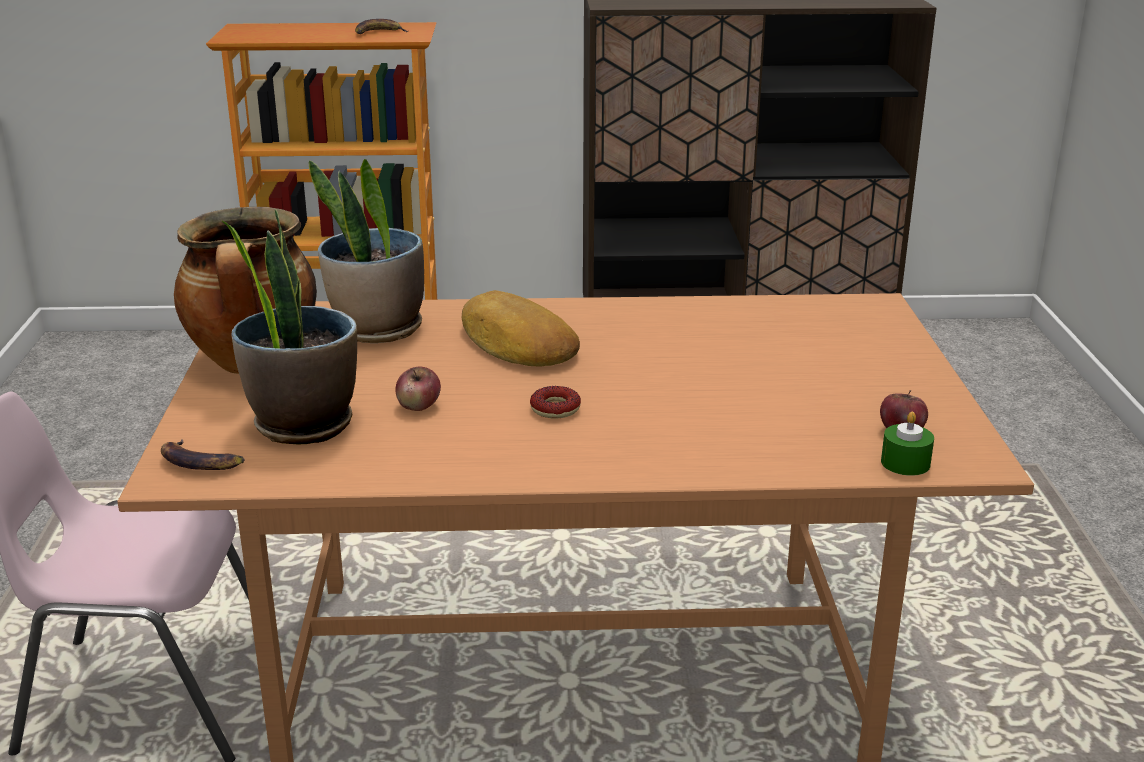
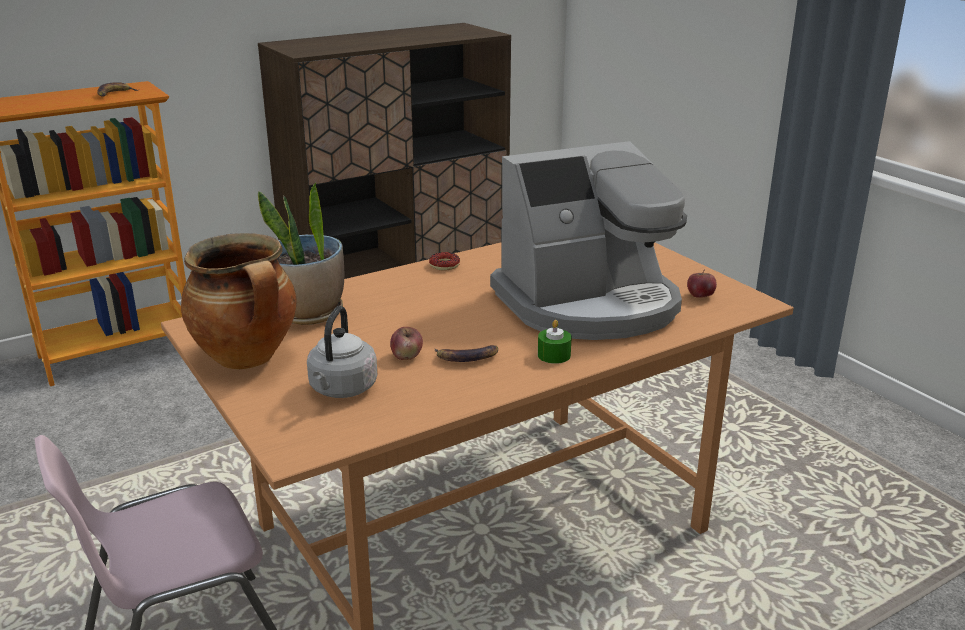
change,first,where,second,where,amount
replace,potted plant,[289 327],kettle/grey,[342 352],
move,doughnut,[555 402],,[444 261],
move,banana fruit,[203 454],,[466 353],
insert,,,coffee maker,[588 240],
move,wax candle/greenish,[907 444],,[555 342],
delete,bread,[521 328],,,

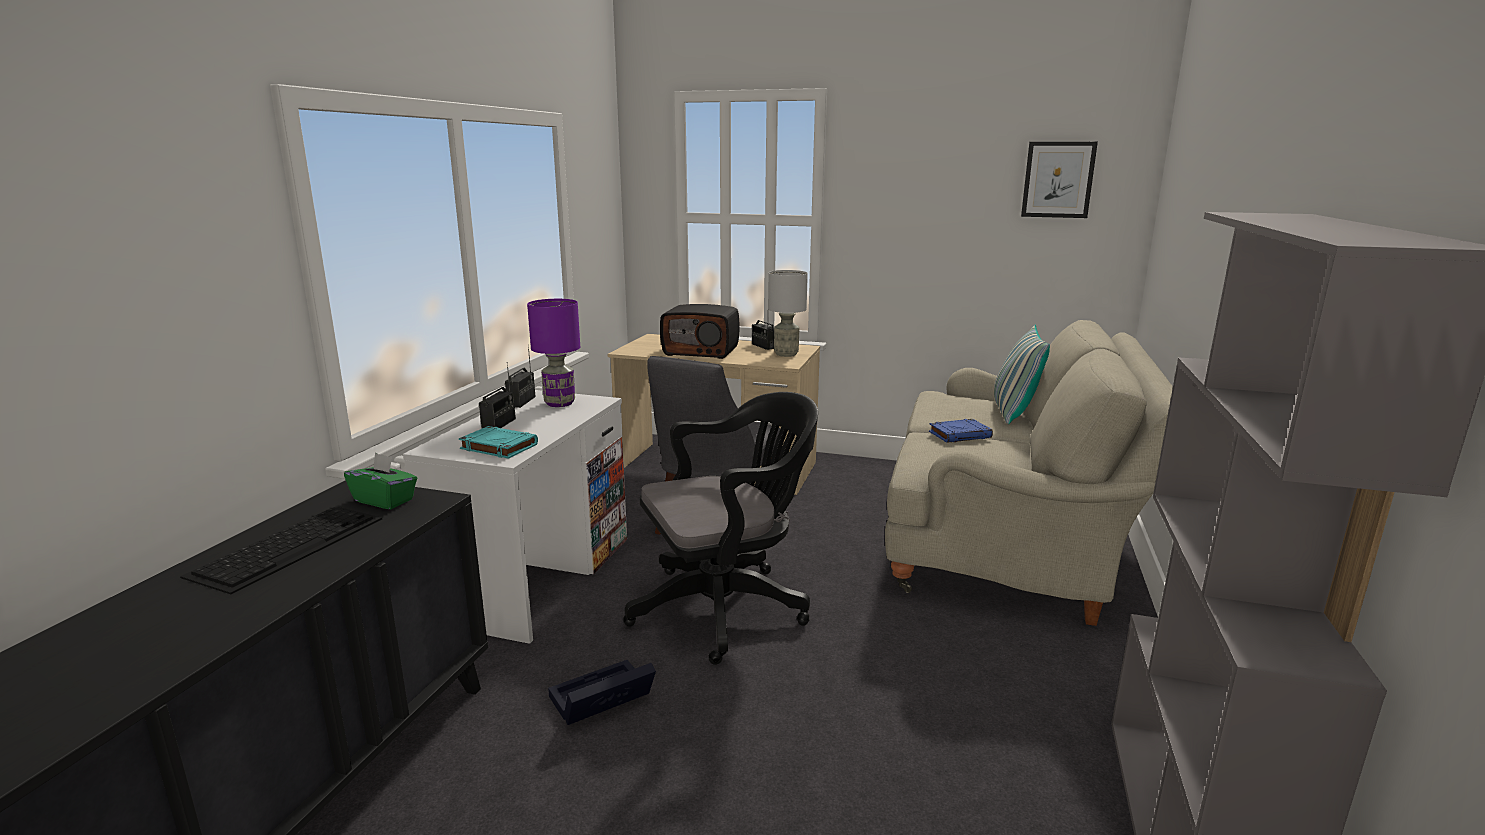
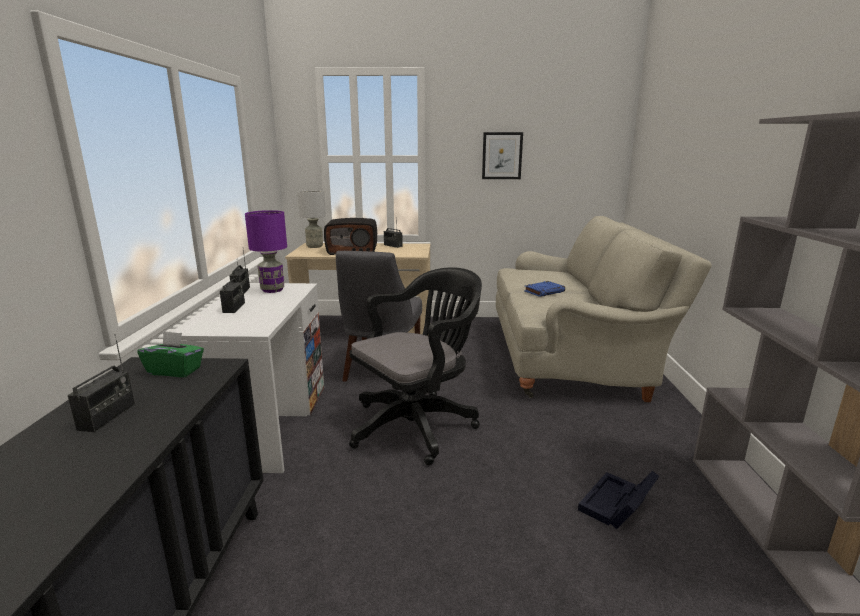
change,first,where,second,where,amount
replace,keyboard,[281 550],radio set,[101 383],
move,tabletop lamp/grey,[788 313],,[311 219],
move,wall picture,[1059 180],,[502 155],
move,storage bin/blackish,[602 692],,[618 500],
delete,book/turquoise,[498 442],,,
delete,throw pillow,[1022 374],,,

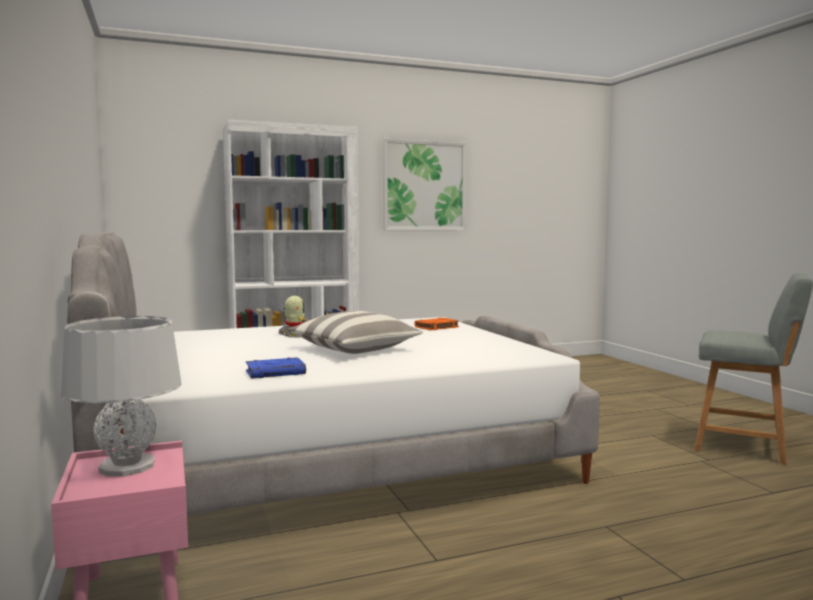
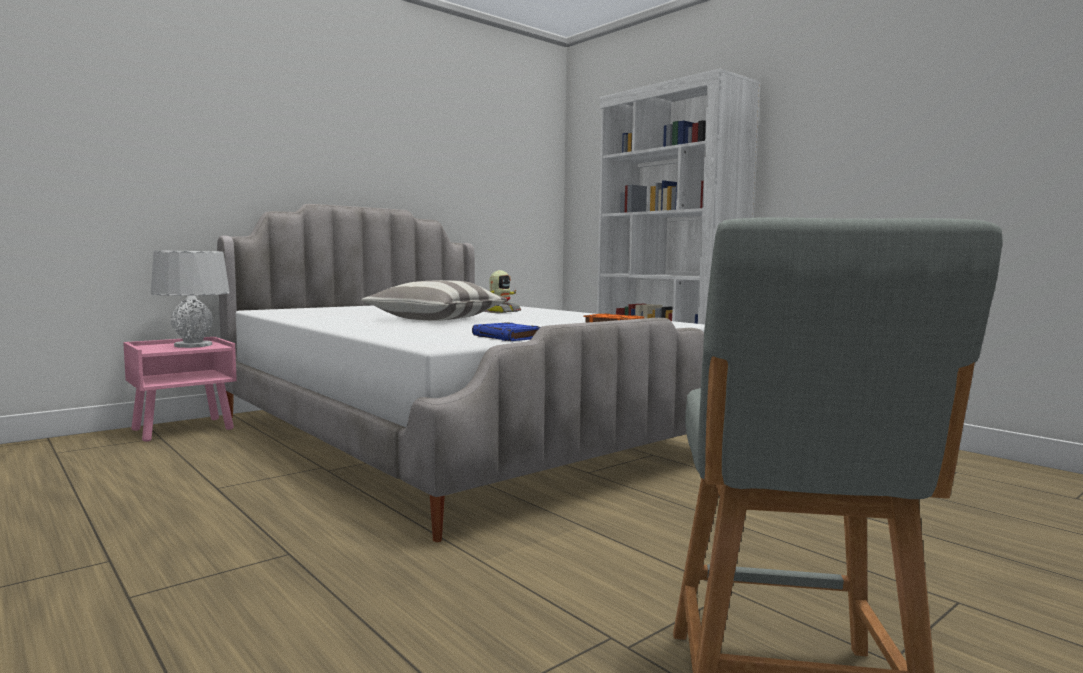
change,first,where,second,where,amount
move,book/blue,[276 367],,[506 331],
delete,wall picture,[424 184],,,

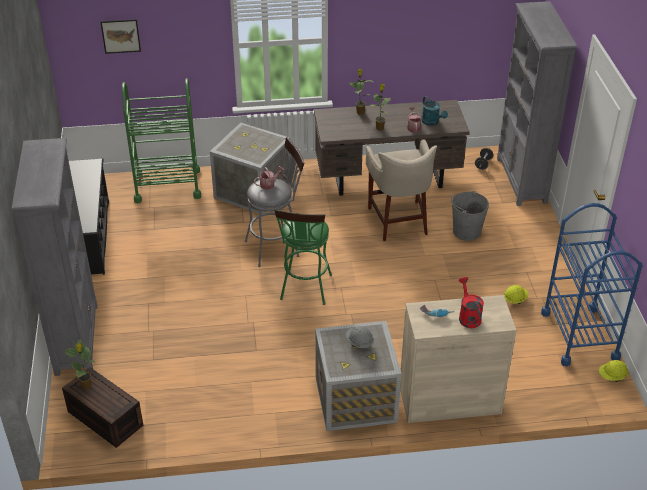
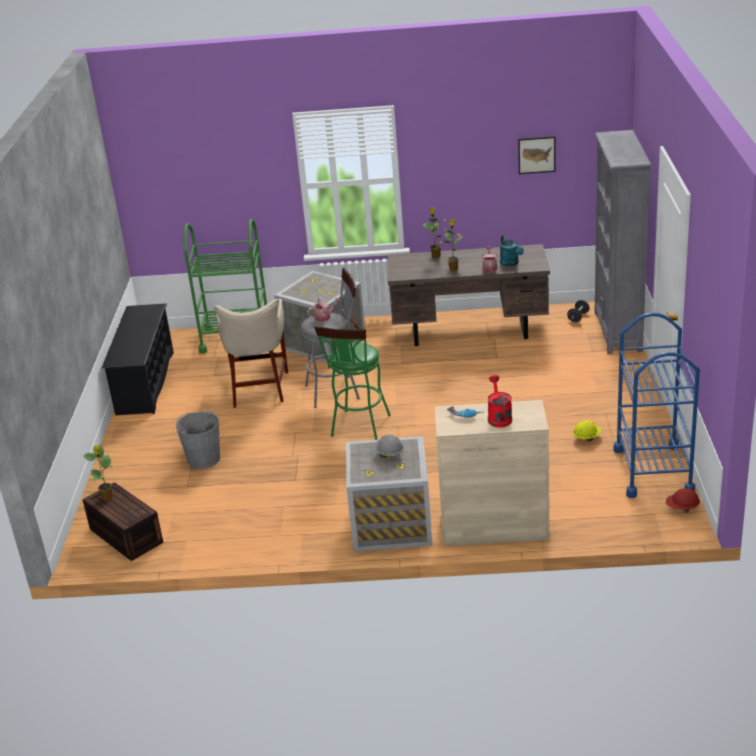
change,first,where,second,where,amount
move,pail/grey,[470 216],,[198 439],
move,sitting stool/beige-coloured,[401 190],,[251 353],
move,wall picture,[120 36],,[536 155],
recolor,work helmet/yellow-coloured,[613 371],work helmet/reddish,[683 500],
delete,shelving unit/grey,[54 257],,,

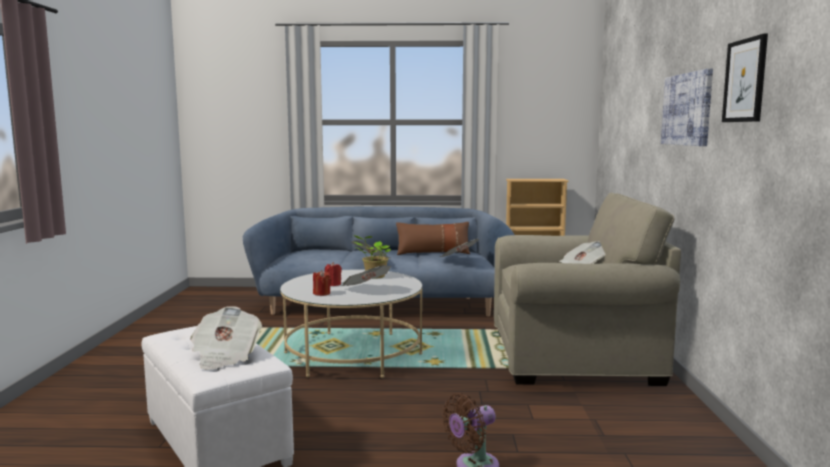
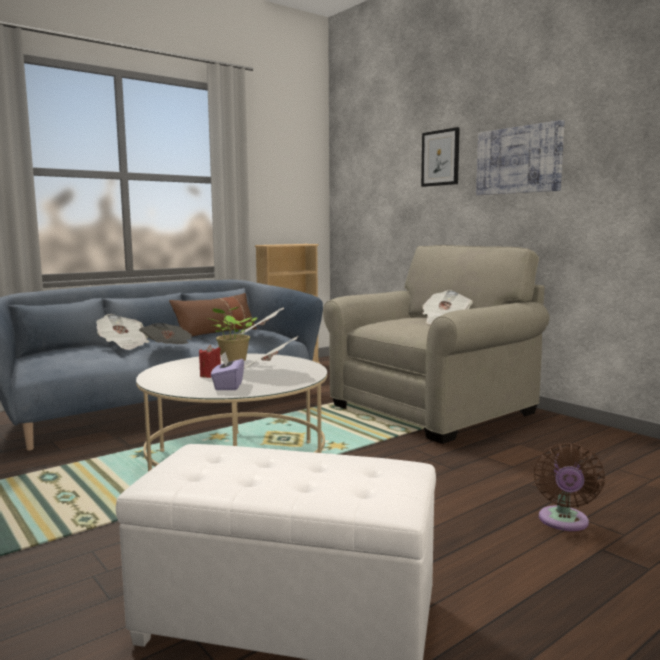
change,first,where,second,where,amount
move,printed paper,[226 338],,[122 332],
replace,wax candle/reddish,[322 283],box of tissues/purple,[227 371],
move,wall picture,[745 78],,[440 157],

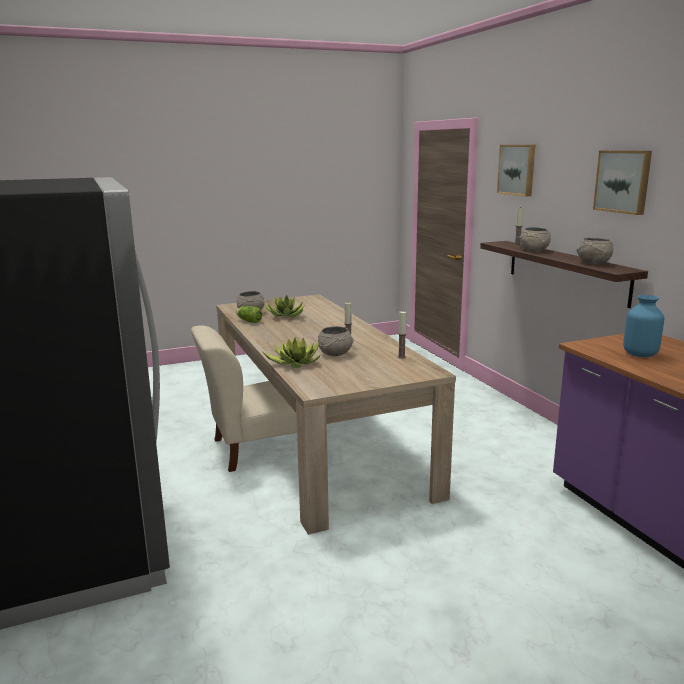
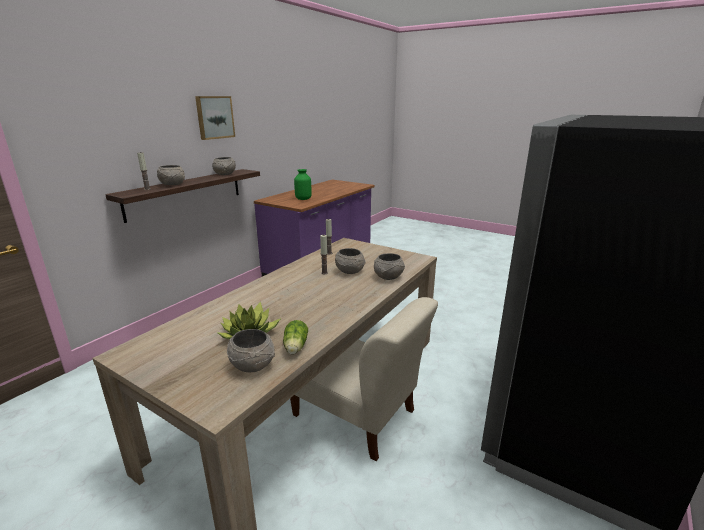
change,first,where,second,where,amount
recolor,flower vase/blue,[643 326],flower vase/greenish,[303 184],
replace,potted plant,[291 352],serving bowl/grey,[389 266],
delete,wall picture,[516 171],,,

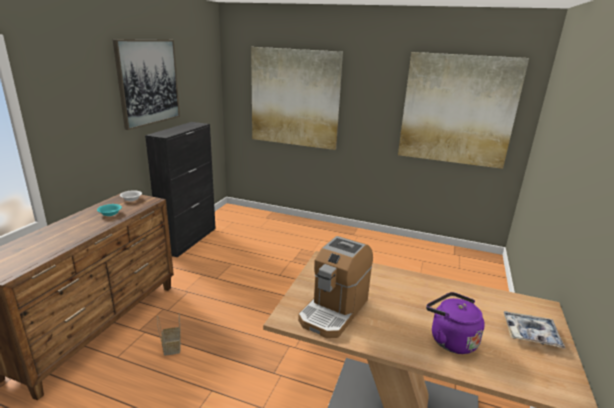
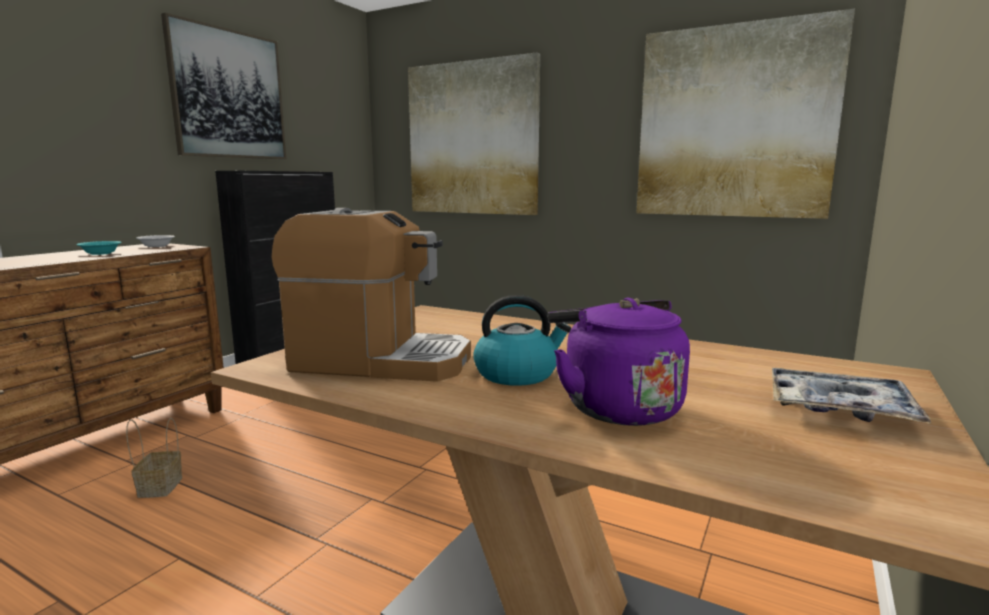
change,first,where,second,where,amount
rotate,coffee maker,[335 287],,[371 295],120 degrees counterclockwise
insert,,,kettle,[522 340],

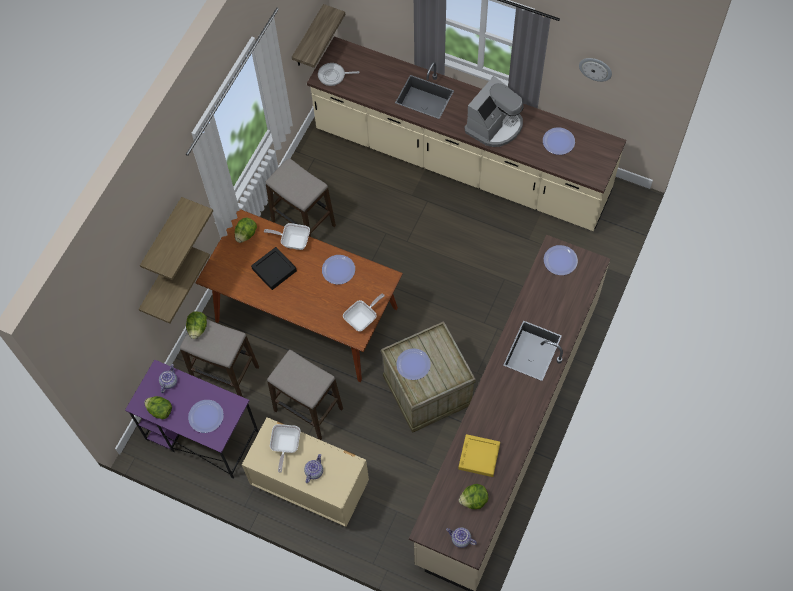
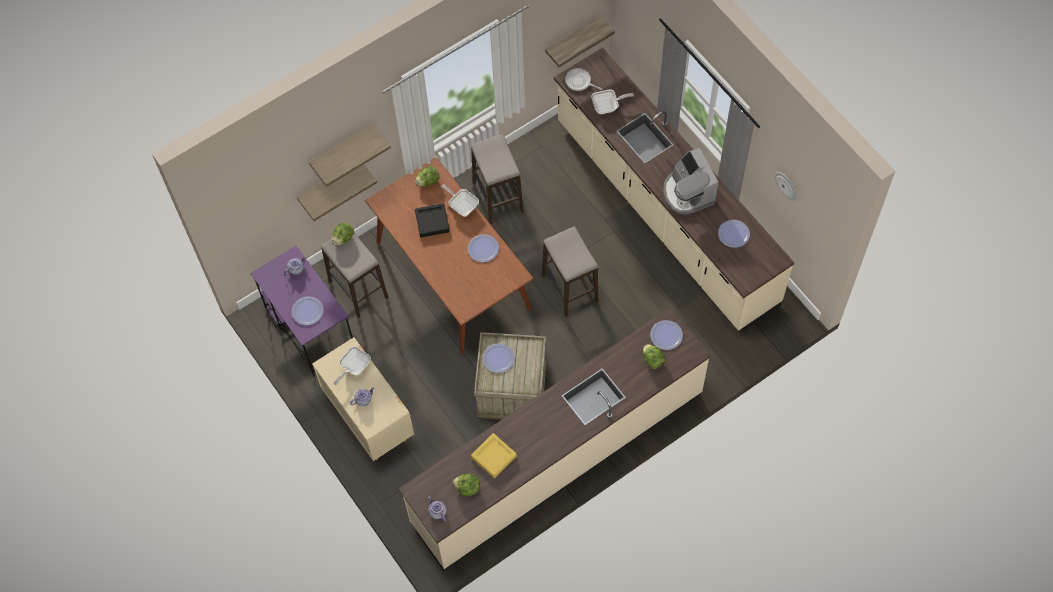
change,first,where,second,where,amount
move,sitting stool,[305 395],,[570 272],
move,skillet,[364 312],,[612 101],
move,head of lettuce,[158 408],,[654 356],
rotate,coffee maker,[494 111],,[690 181],90 degrees clockwise

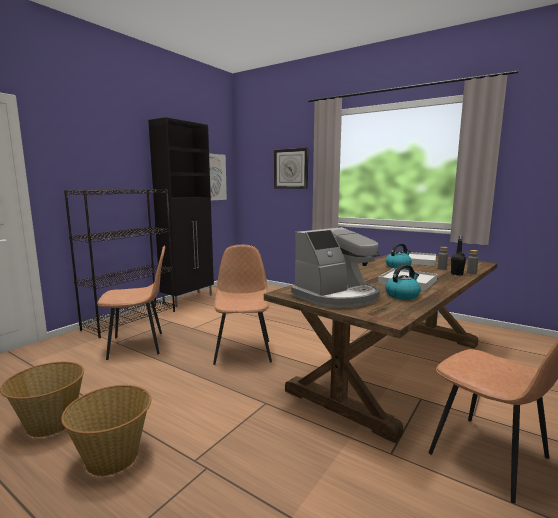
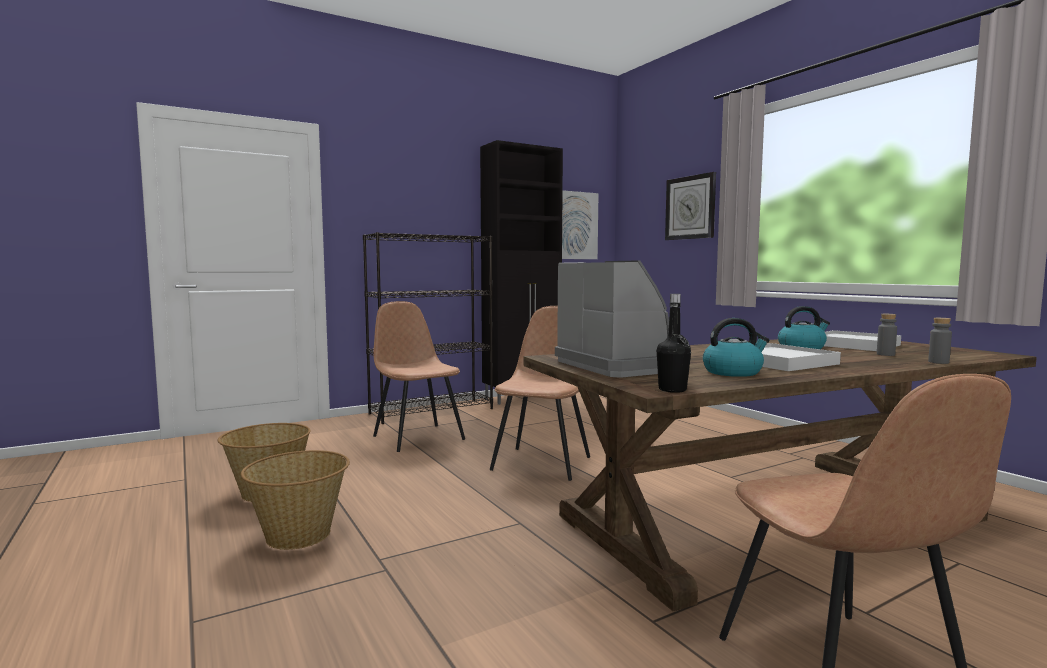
change,first,where,second,where,amount
rotate,chair/brownish,[131 303],,[419 376],135 degrees counterclockwise
rotate,coffee maker,[335 267],,[612 319],105 degrees counterclockwise
move,bottle/blackish,[458 255],,[674 343],

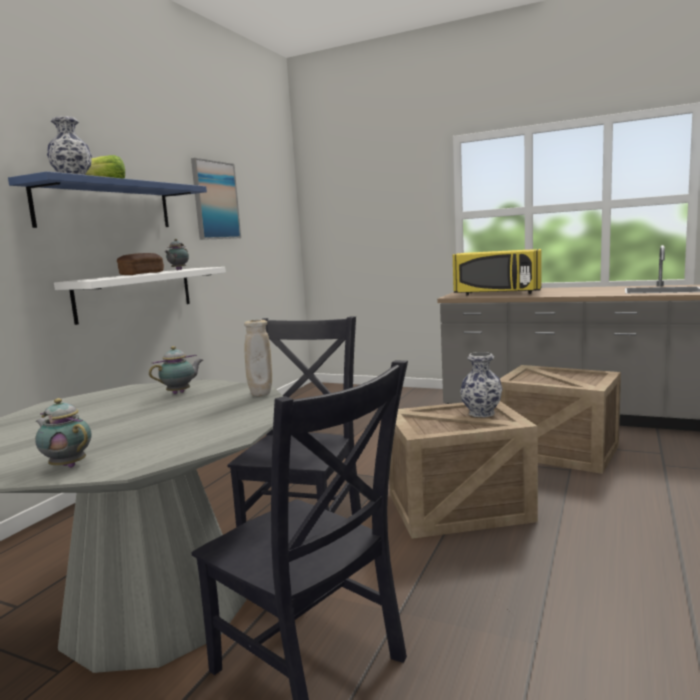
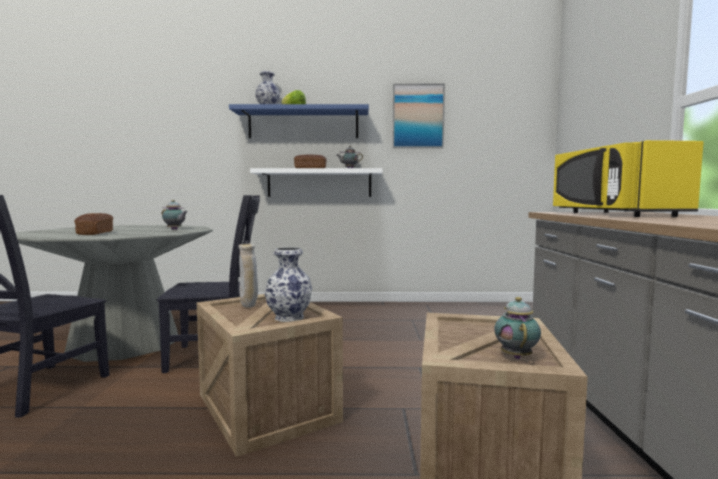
change,first,where,second,where,amount
insert,,,bread,[93 224],
move,flower vase/beige-coloured,[258 358],,[248 276],
move,teapot,[63 433],,[517 328],

